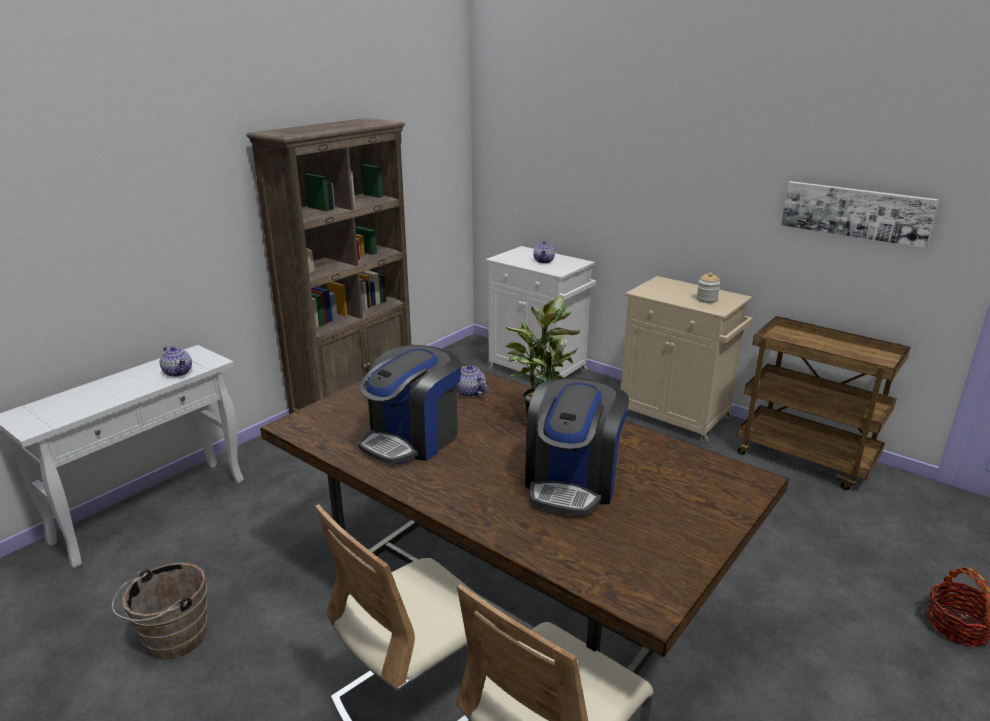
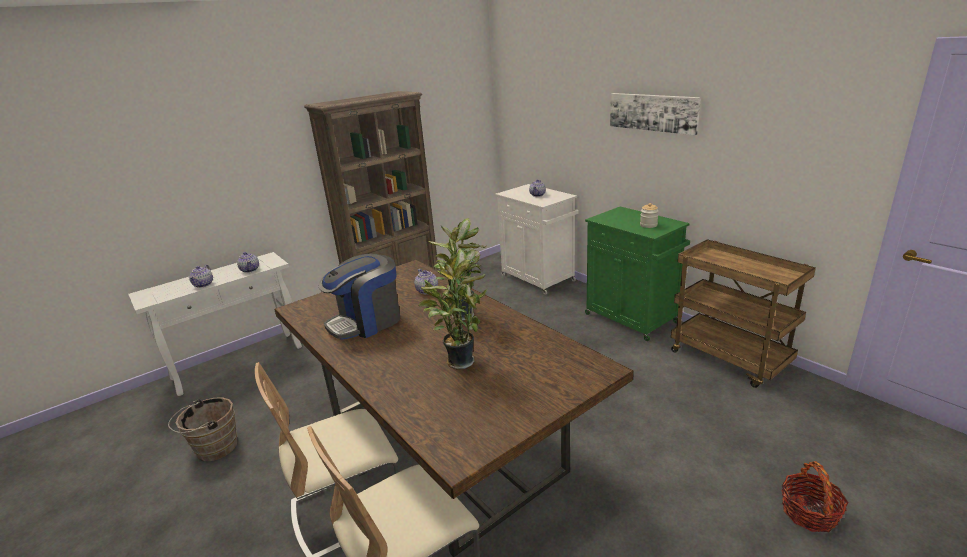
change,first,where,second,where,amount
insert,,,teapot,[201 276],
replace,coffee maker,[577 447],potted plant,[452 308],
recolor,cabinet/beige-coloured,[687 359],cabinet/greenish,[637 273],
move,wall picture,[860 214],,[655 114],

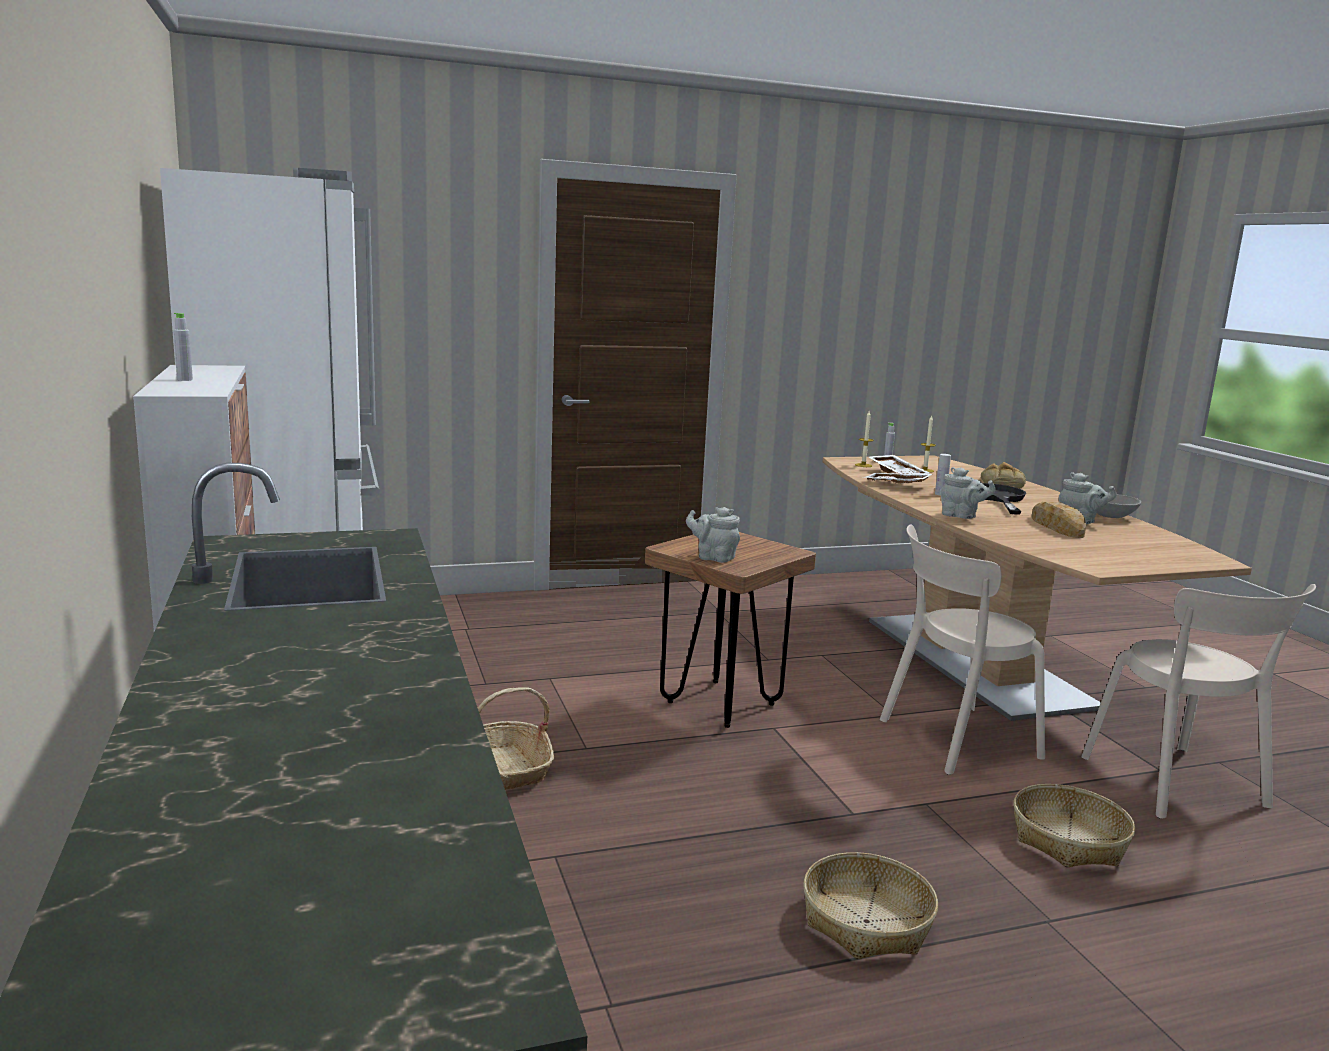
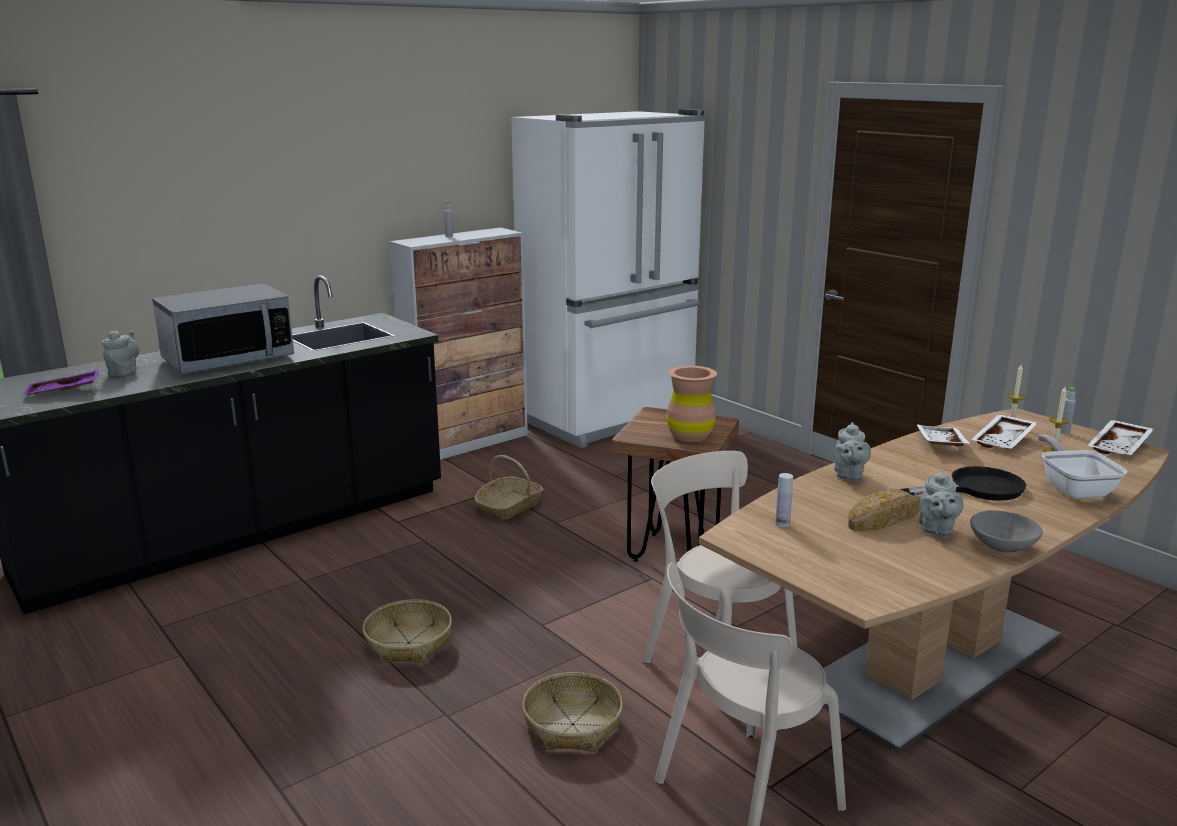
change,first,where,second,where,amount
insert,,,serving tray/purple,[61 382],
move,teapot/grey,[713 535],,[120 353],
insert,,,microwave,[223 328],
insert,,,flower vase/brownish,[691 404],
move,bottle/whitish,[943 475],,[784 500],
replace,bread,[1003 475],skillet,[1082 467],
insert,,,serving tray/whitish,[1120 437],

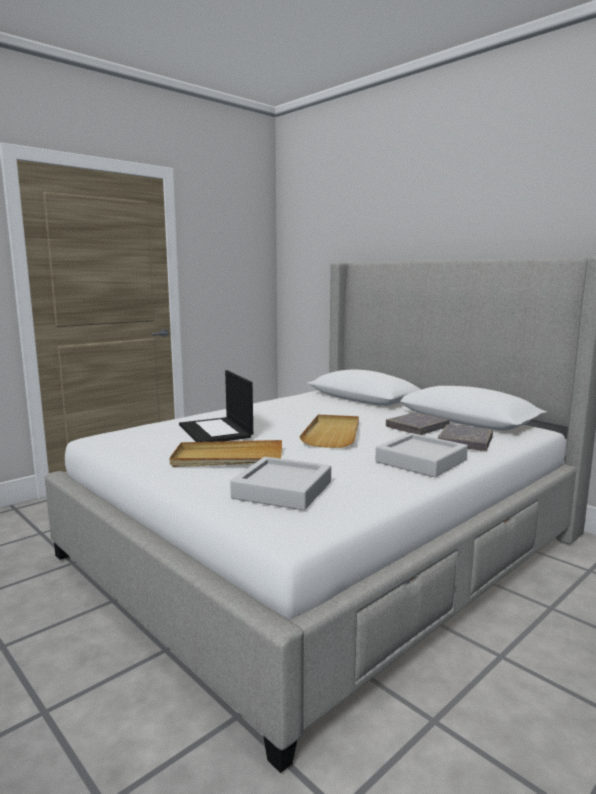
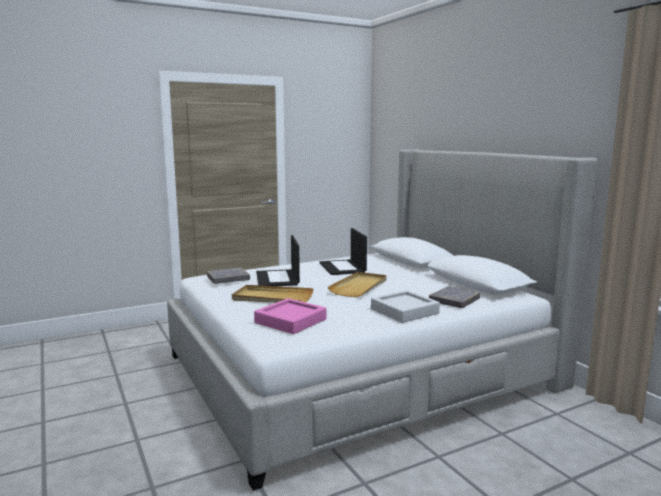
change,first,where,second,where,amount
move,book/grey,[418 423],,[228 275],
recolor,serving tray/grey,[280 483],serving tray/pink-coloured,[290 316],
insert,,,notebook computer,[343 251],

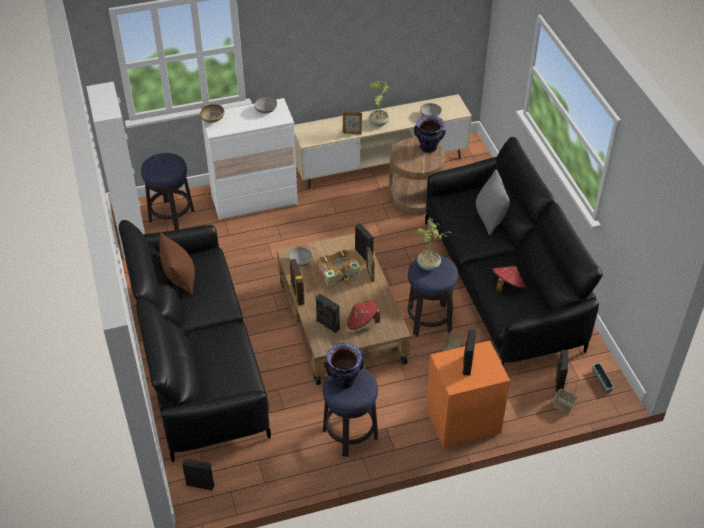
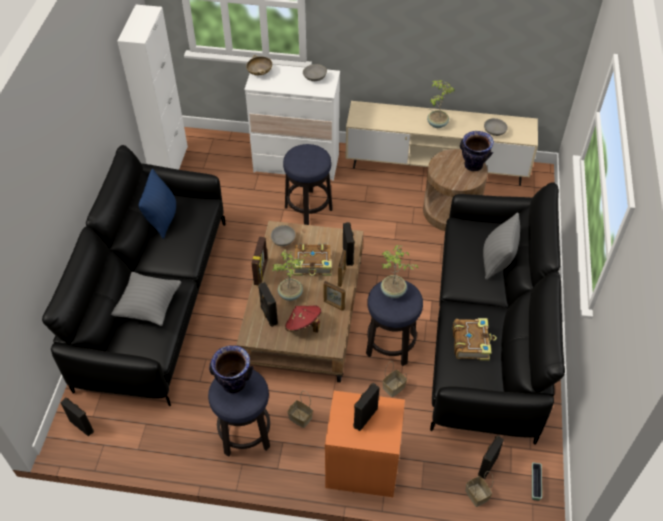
change,first,where,second,where,amount
insert,,,throw pillow/grey,[146 299],
recolor,throw pillow/brownish,[177 264],throw pillow/blue,[157 204],
insert,,,potted plant,[289 275],
move,sitting stool,[167 191],,[308 184],
insert,,,household basket,[300 409],
move,standing frame,[352 123],,[334 296],
replace,wearable hat/reddish,[509 278],book,[475 339],

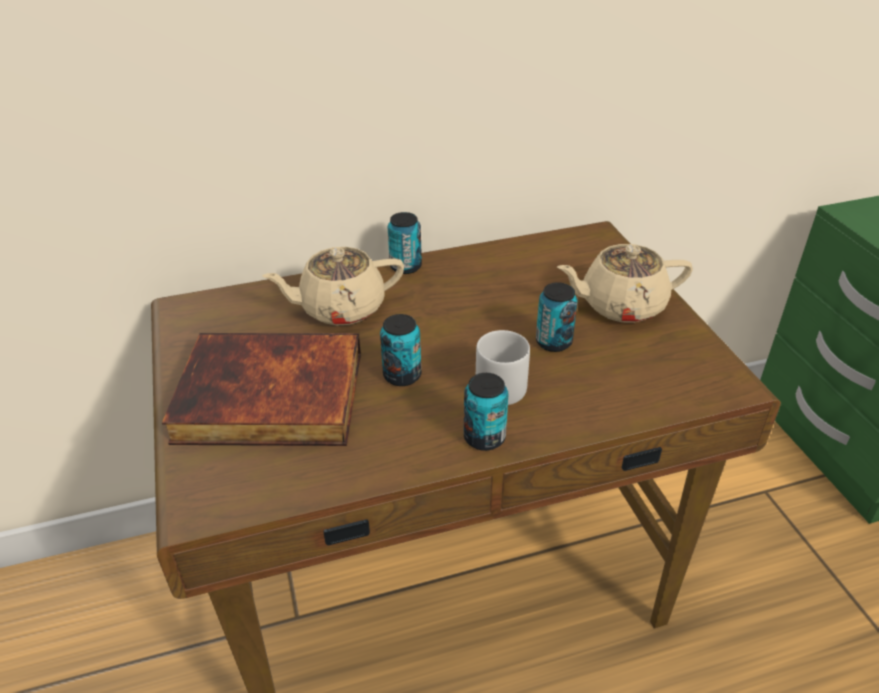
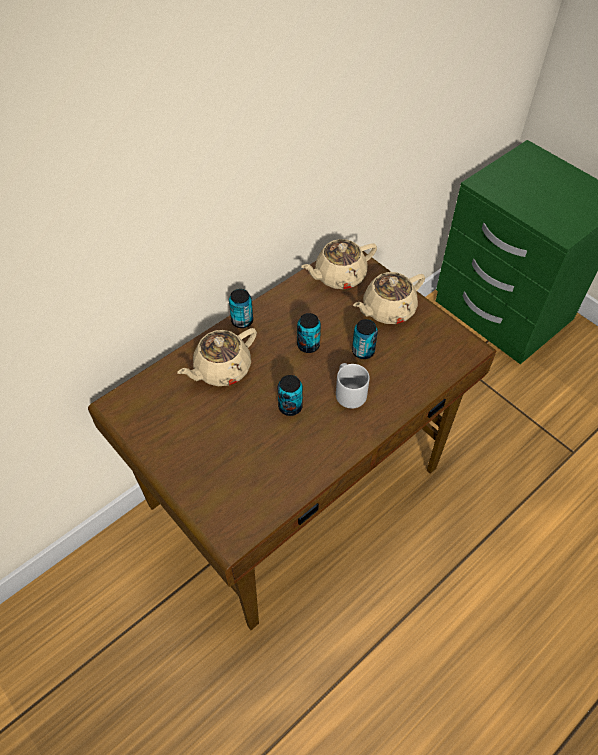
change,first,where,second,where,amount
move,can,[486 412],,[309 333],
insert,,,teapot/beige-coloured,[339 264],
delete,book,[261 389],,,

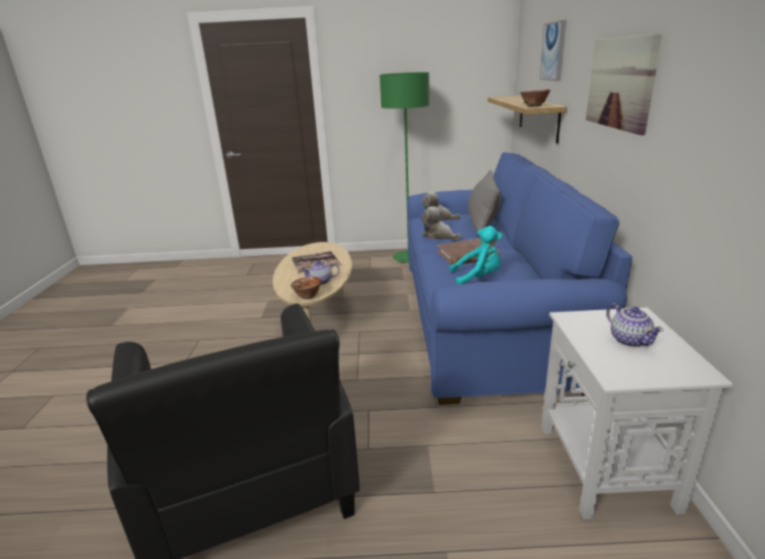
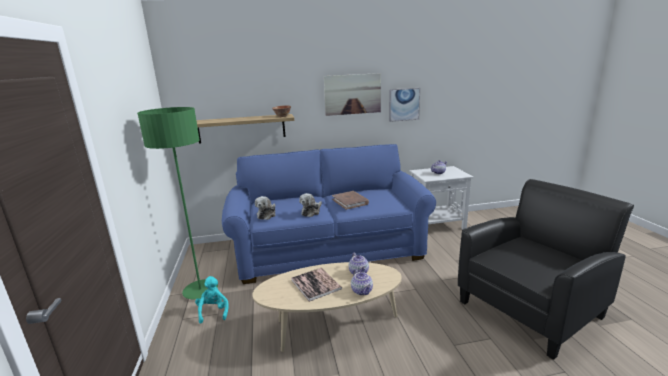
change,first,where,second,where,amount
move,soft toy/turquoise,[476 255],,[212 300],
insert,,,teapot,[362 282],
move,wall picture,[553 50],,[404 105],
delete,serving bowl,[306 287],,,
delete,throw pillow/grey,[484 203],,,

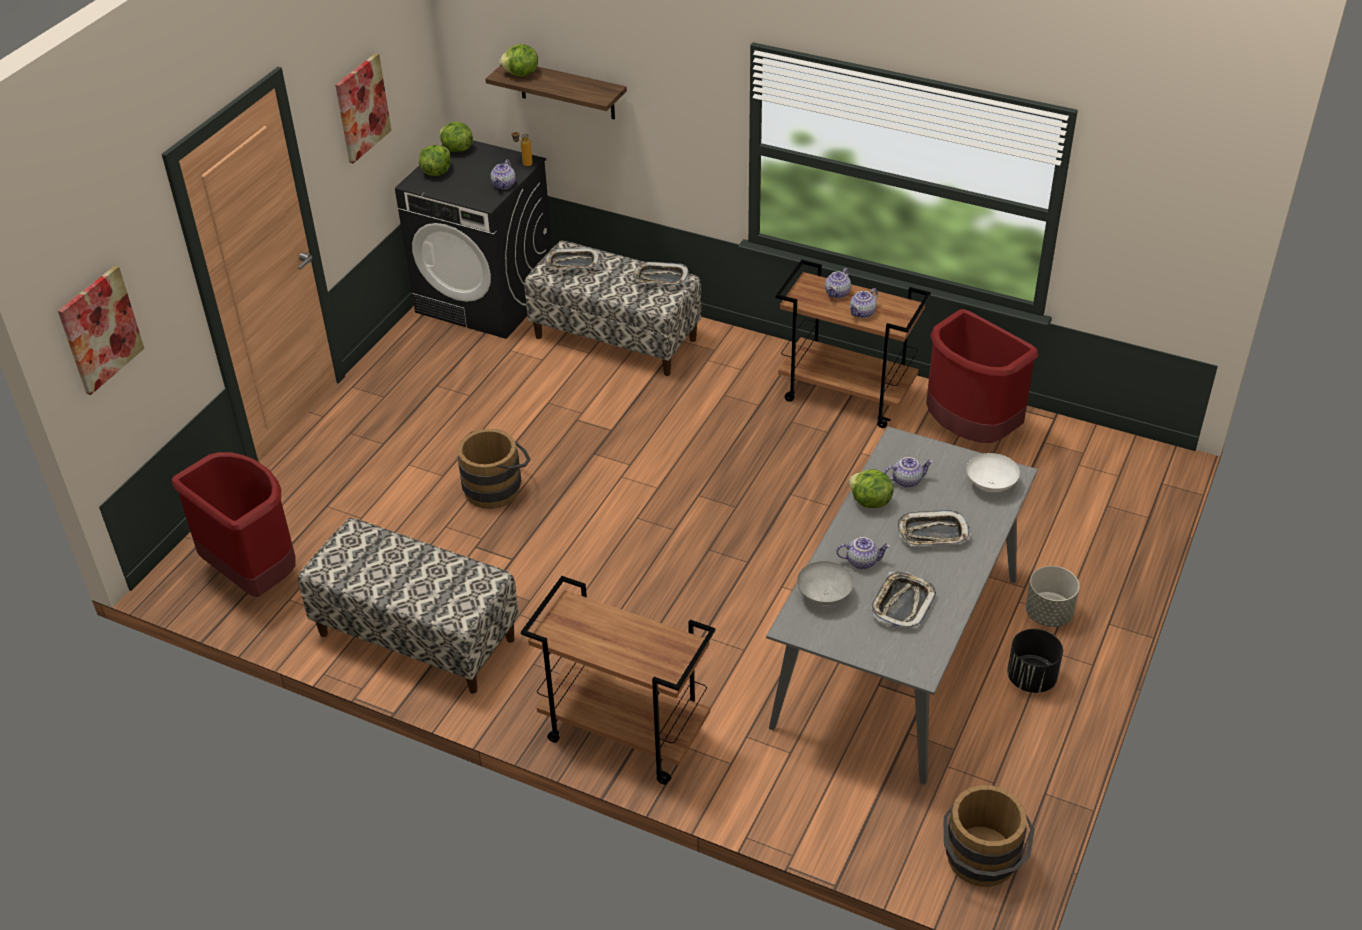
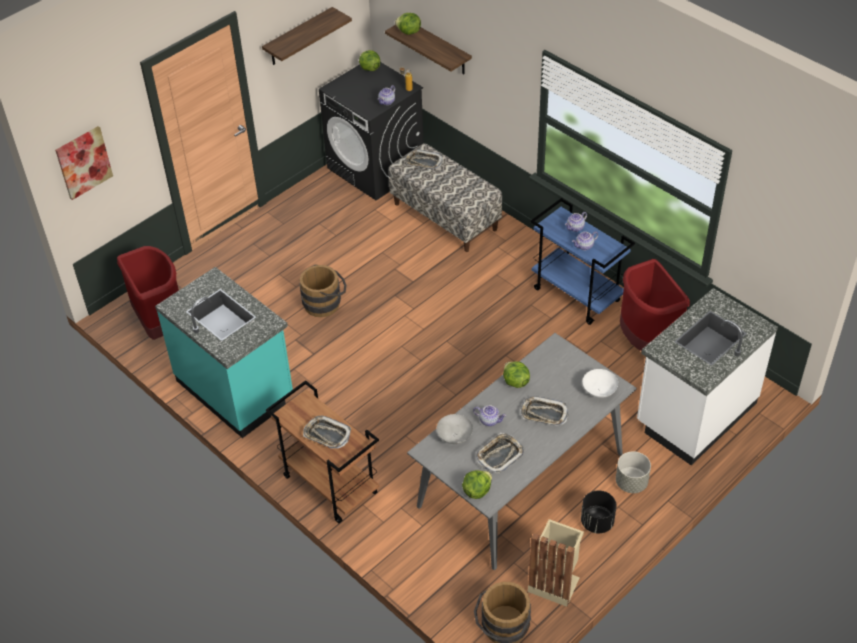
change,first,where,second,where,amount
replace,long seat,[408 606],counter/turquoise,[224 352],
replace,wall picture,[363 108],shelf,[307 36],
move,serving tray,[660 274],,[327 432],
move,head of lettuce,[435 160],,[477 484],
insert,,,rubbish bin/beige-coloured,[556 563],
recolor,cart/brownish,[853 344],cart/blue,[582 261],
insert,,,counter/whitish,[707 376],
delete,teapot,[908 472],,,

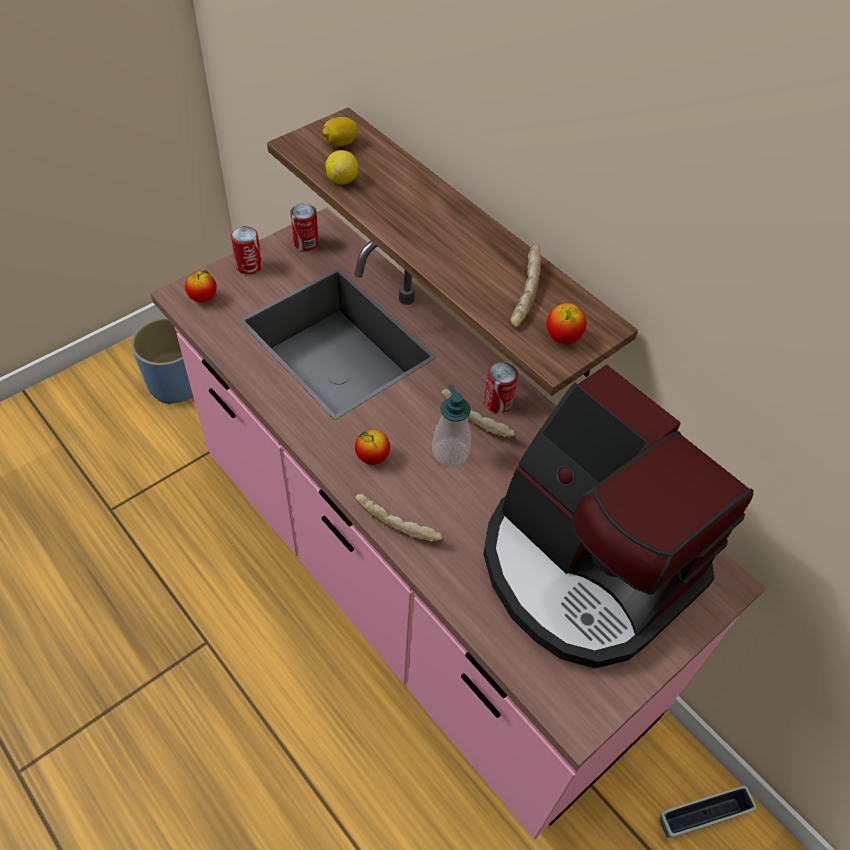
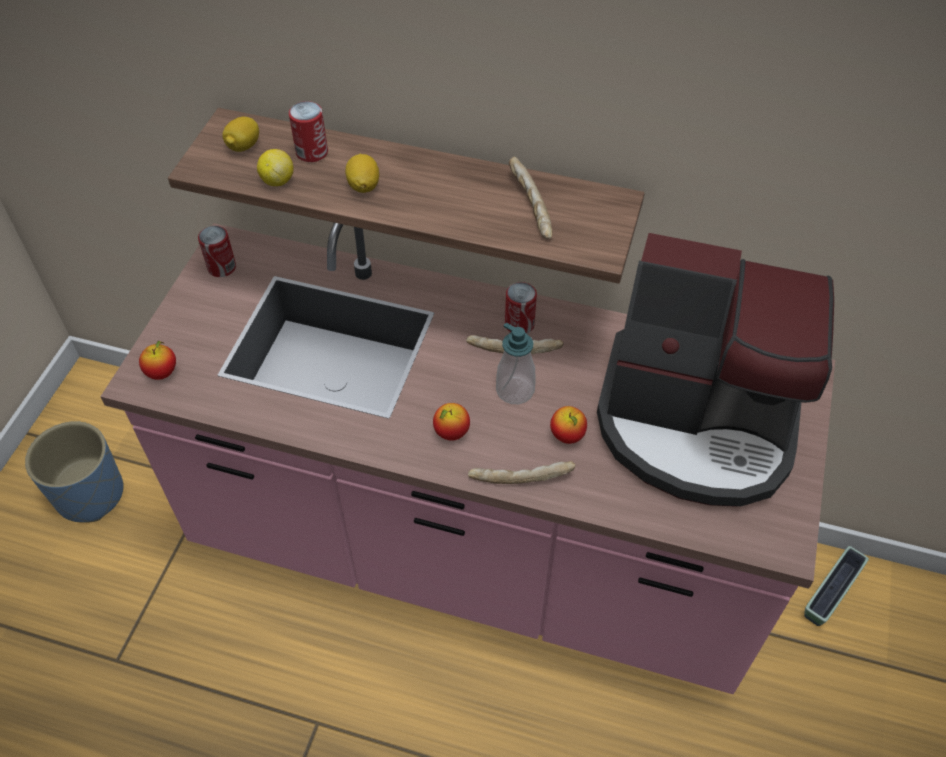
change,first,where,second,where,amount
move,can,[246 250],,[308 131],
insert,,,whole lemon,[362 173],
move,apple fruit,[566 323],,[568 425],

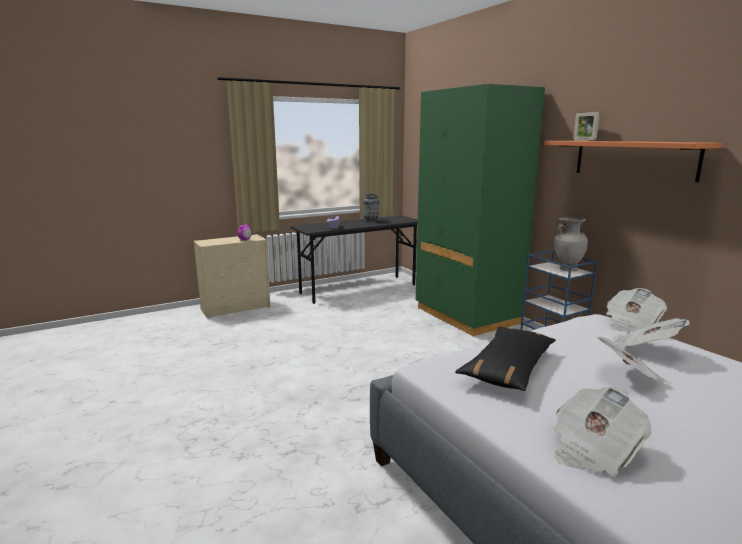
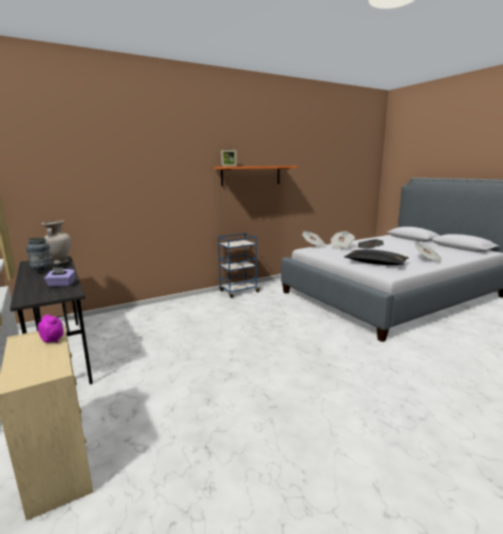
change,first,where,second,where,amount
move,flower vase/beige-coloured,[571 244],,[56 242],
delete,wardrobe/greenish,[480 210],,,

